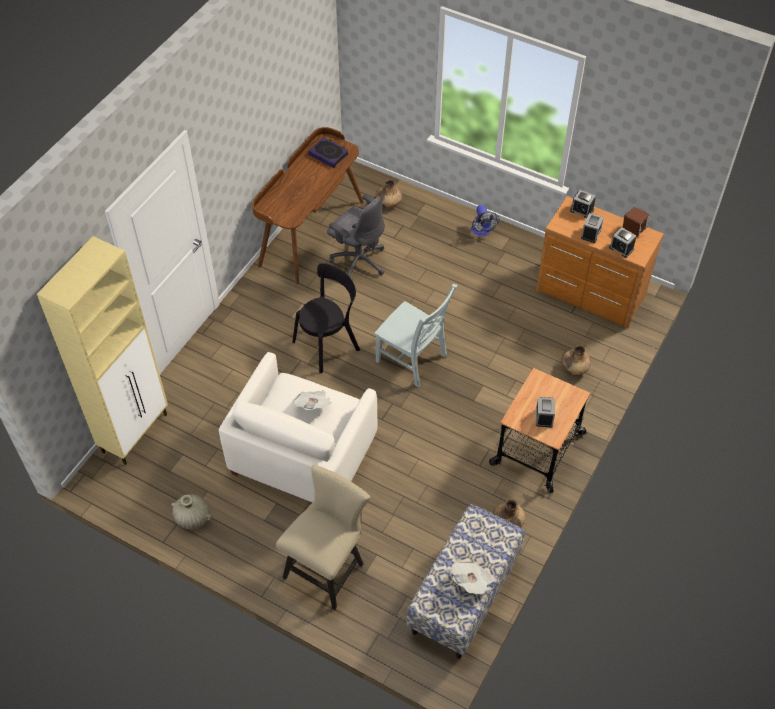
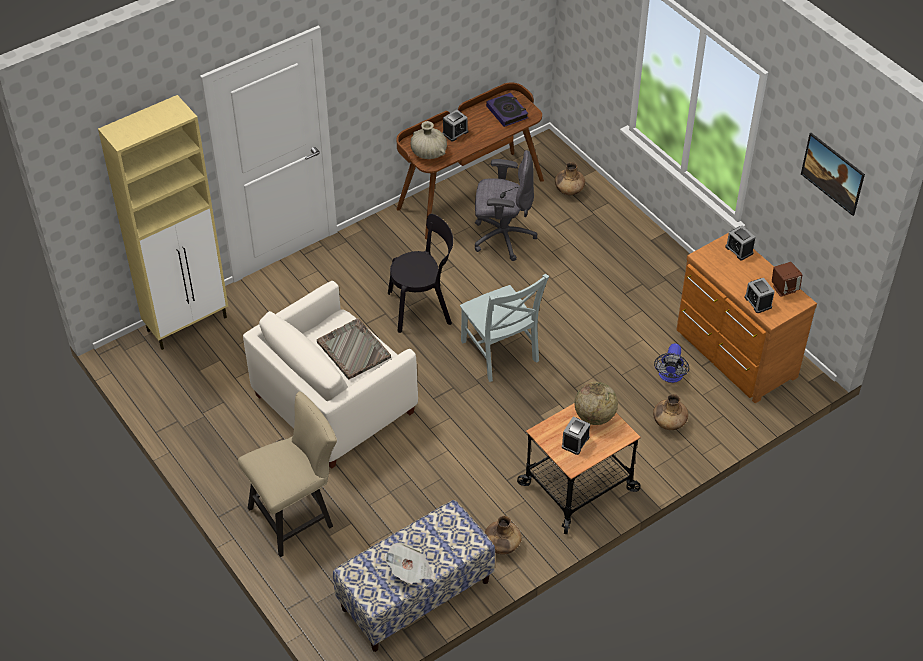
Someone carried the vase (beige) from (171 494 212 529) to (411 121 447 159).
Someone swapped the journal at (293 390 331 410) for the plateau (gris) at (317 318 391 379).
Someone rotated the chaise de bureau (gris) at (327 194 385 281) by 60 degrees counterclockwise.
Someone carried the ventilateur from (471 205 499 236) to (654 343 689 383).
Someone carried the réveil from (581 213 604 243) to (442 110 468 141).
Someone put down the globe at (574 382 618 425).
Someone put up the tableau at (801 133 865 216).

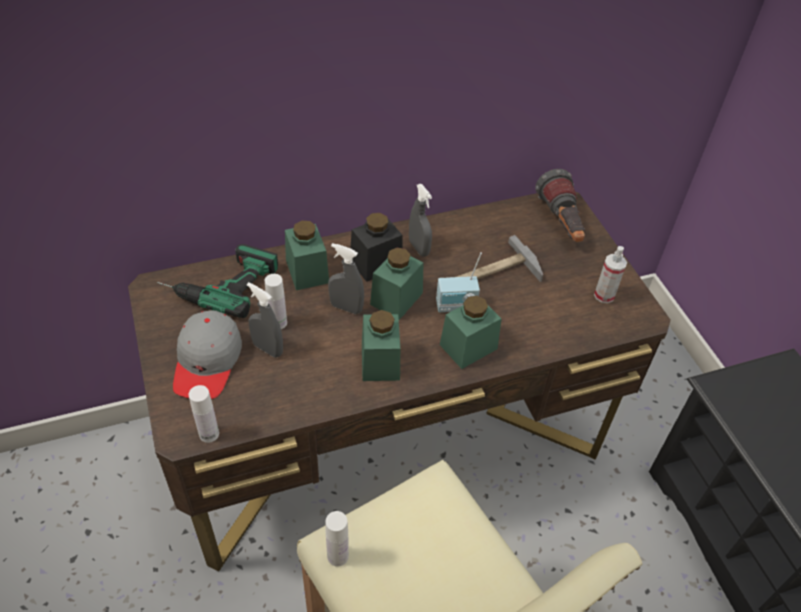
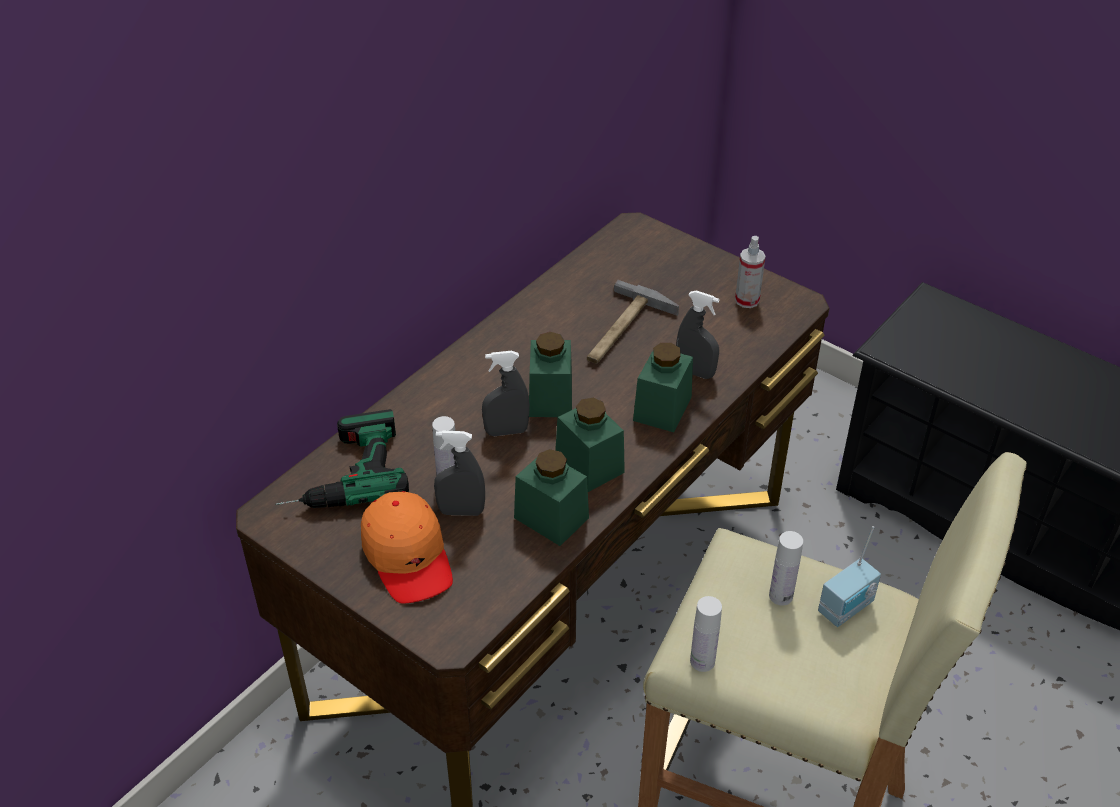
Someone repainted the casquette (gris) at (173 310 242 399), which became the casquette (orange) at (361 491 453 604).
Someone carried the bouteille (blanc) from (189 385 219 443) to (769 531 803 606).
Someone carried the bocal (vert) from (285 221 329 290) to (514 449 589 546).
Someone took away the bocal (noir) at (351 213 403 282).
Someone carried the vaporisateur (gris) from (409 184 432 257) to (676 290 720 379).
Someone carried the radio from (436 252 482 312) to (818 526 881 627).
Someone took away the lampe de poche at (535 169 585 242).

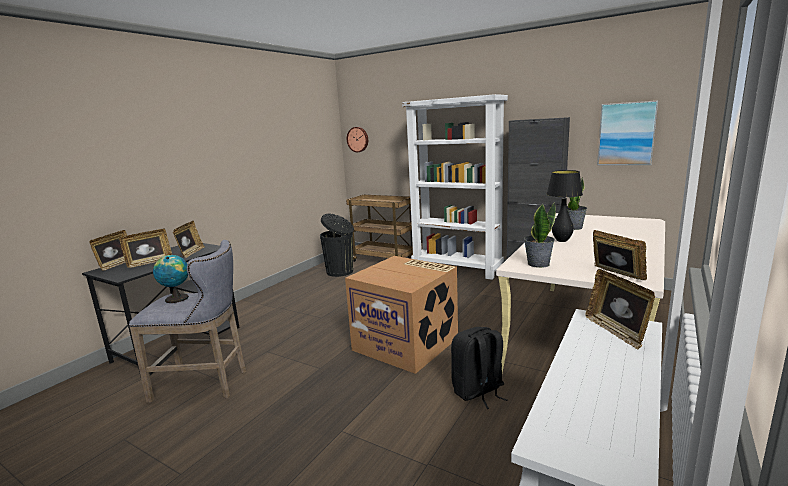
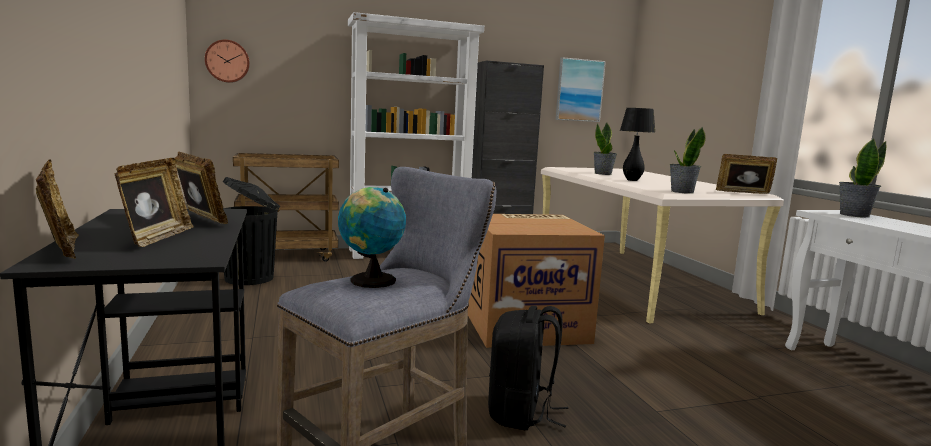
Someone carried the sac à dos (noir) from (451 327 508 409) to (488 306 569 430).
Someone swapped the cadre photo at (585 269 655 350) for the plante en pot at (839 138 887 218).

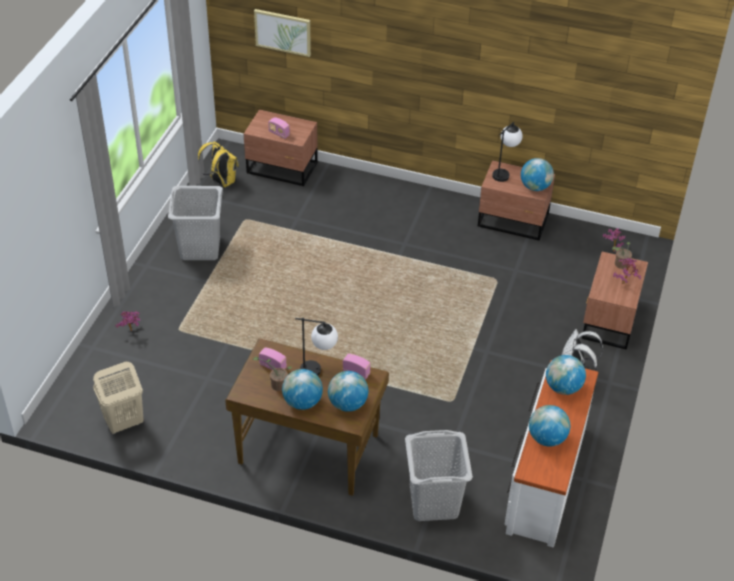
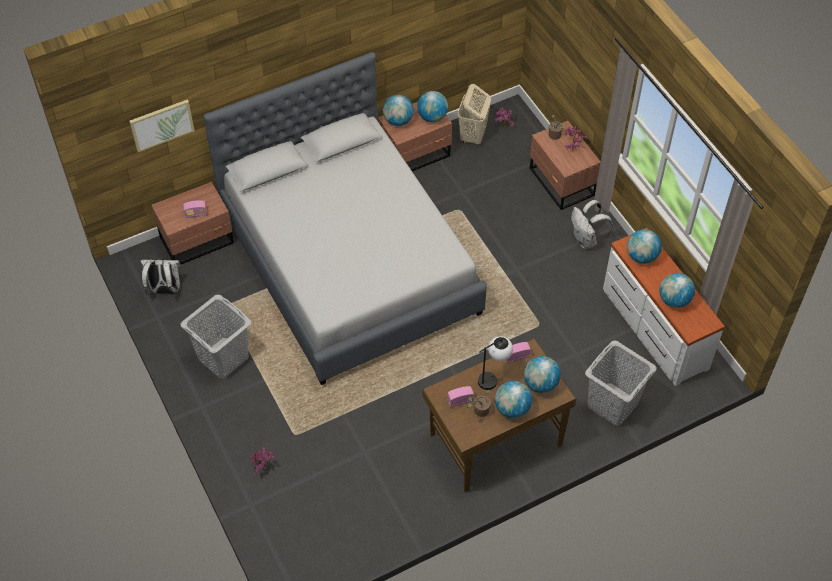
Someone carried the panier à linge (beige) from (93 362 144 434) to (457 84 491 146).
Someone repainted the sac à dos (jaune) at (198 141 239 187), which became the sac à dos (blanc) at (141 259 181 296).
Someone swapped the lampe de table at (492 122 523 182) for the globe at (383 95 414 126).
Someone put down the lit (gris) at (203 52 487 385).

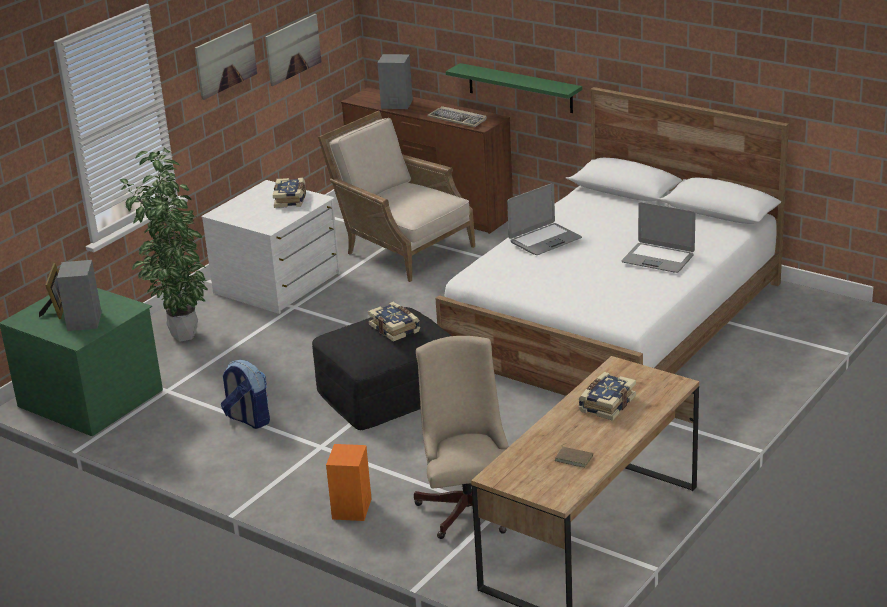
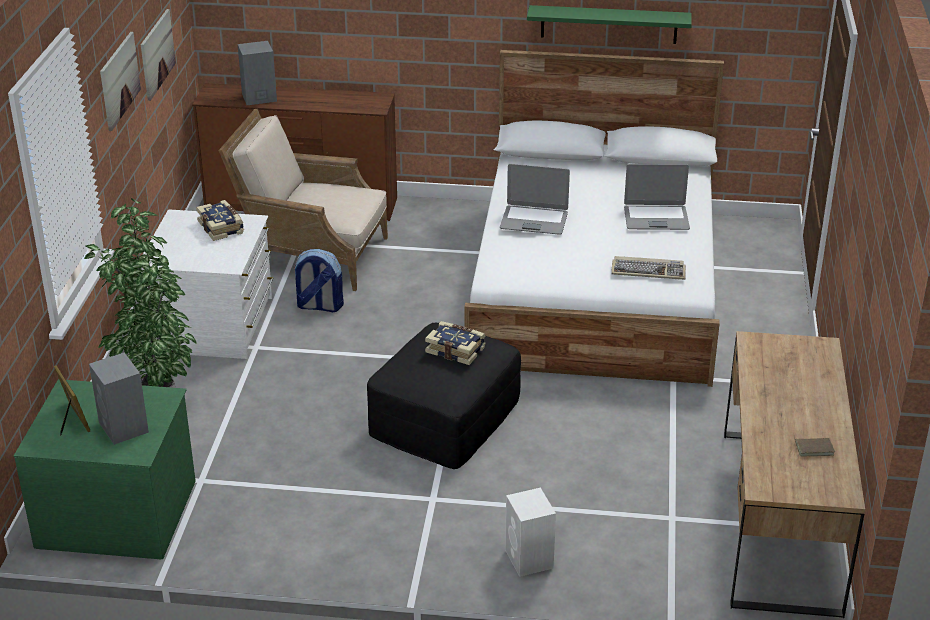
Someone carried the sac à dos from (221 360 270 429) to (293 249 344 312).
Someone repainted the enceinte (orange) at (326 444 372 521), which became the enceinte (blanc) at (505 488 556 577).
Someone took away the chaise de bureau (beige) at (414 336 509 539).
Someone carried the clavier from (427 106 487 127) to (611 256 686 280).
Someone carried the étagère (vert) from (446 63 582 113) to (527 5 692 44).
Someone rotated the ordinateur portable at (507 183 582 255) by 75 degrees clockwise.
Someone took away the livre at (578 372 636 421).

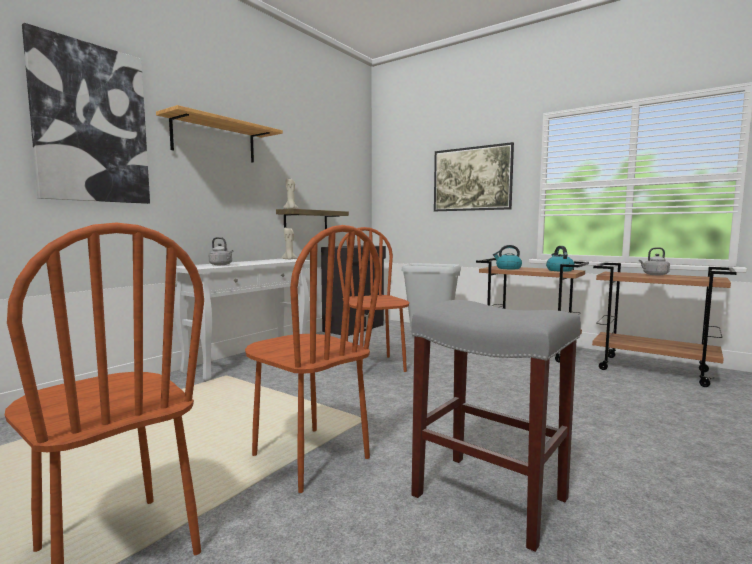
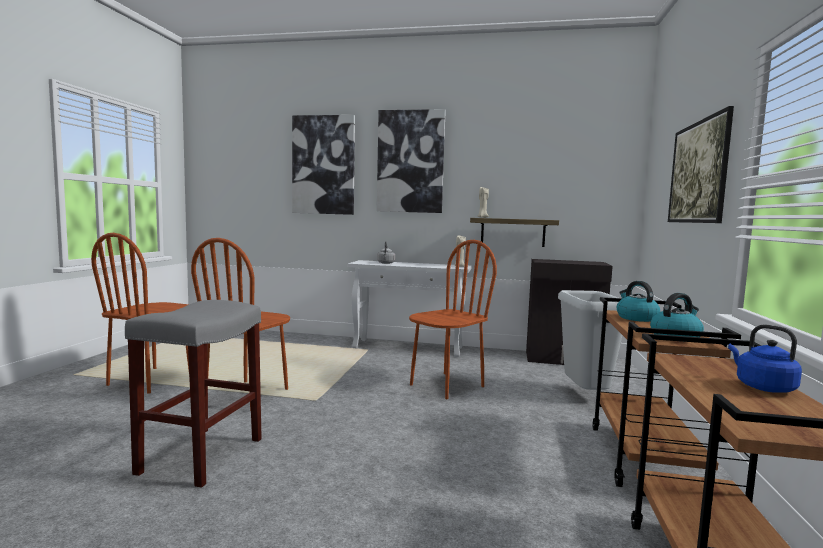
Someone swapped the étagère at (156 105 283 163) for the tableau at (377 109 446 213).
Someone repainted the bouilloire (gris) at (639 247 670 275), which became the bouilloire (bleu) at (728 324 802 393).

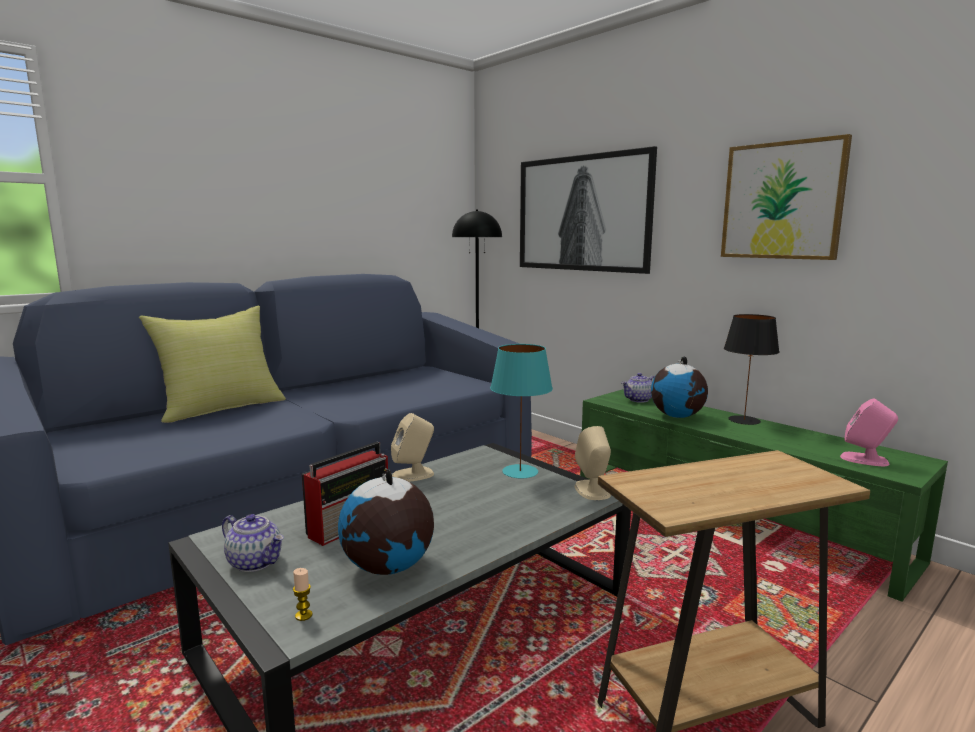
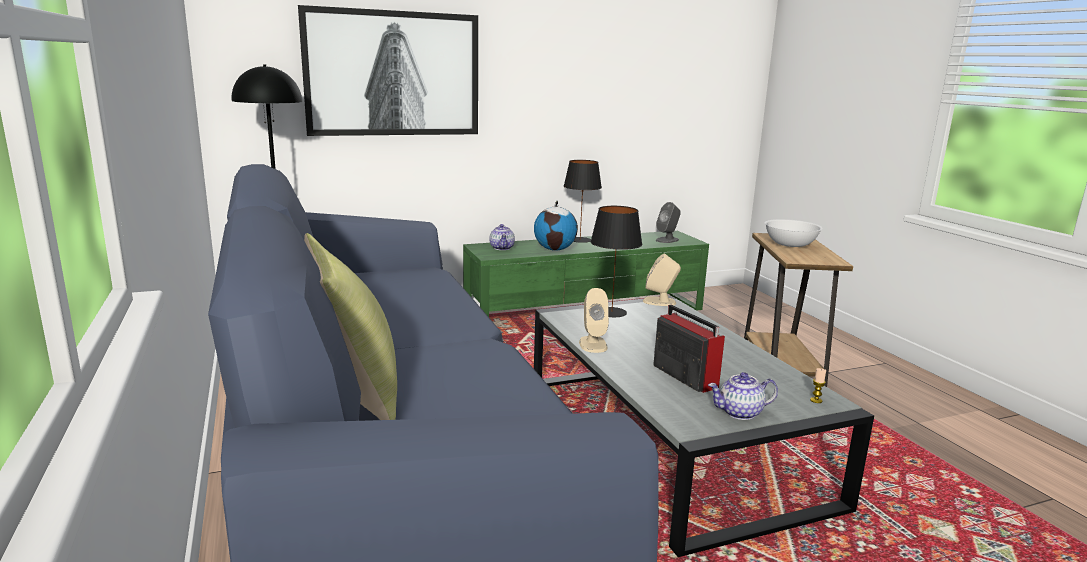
Someone rotated the théière at (222 514 284 572) by 150 degrees counterclockwise.
Someone took away the globe at (338 468 434 575).
Someone repainted the lampe de table (turquoise) at (490 344 553 479), which became the lampe de table (noir) at (590 206 642 317).
Someone took away the tableau at (721 134 852 260).
Someone repainted the enceinte (rose) at (840 398 898 466), which became the enceinte (gris) at (656 202 681 243).
Someone put down the bol (blanc) at (765 219 823 247).

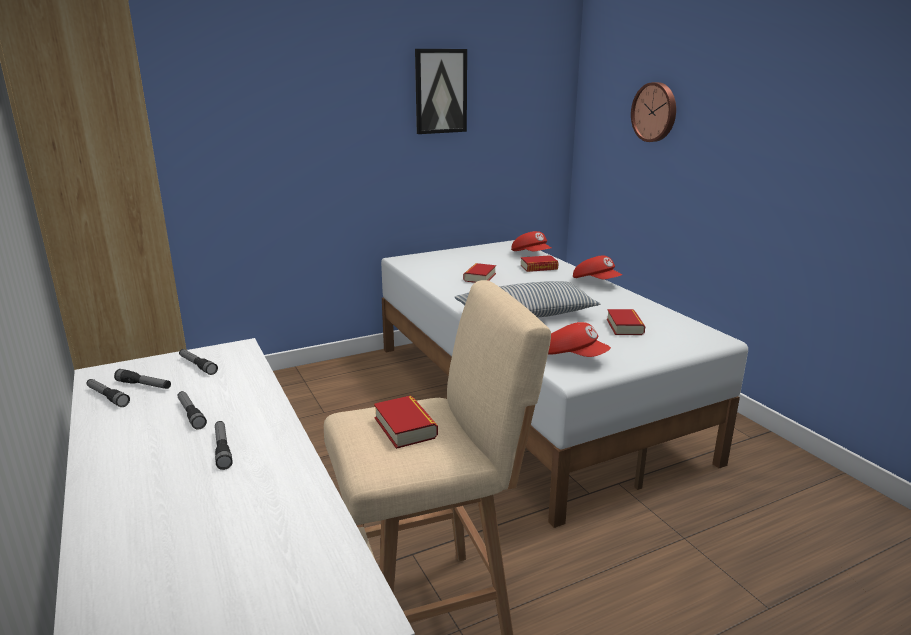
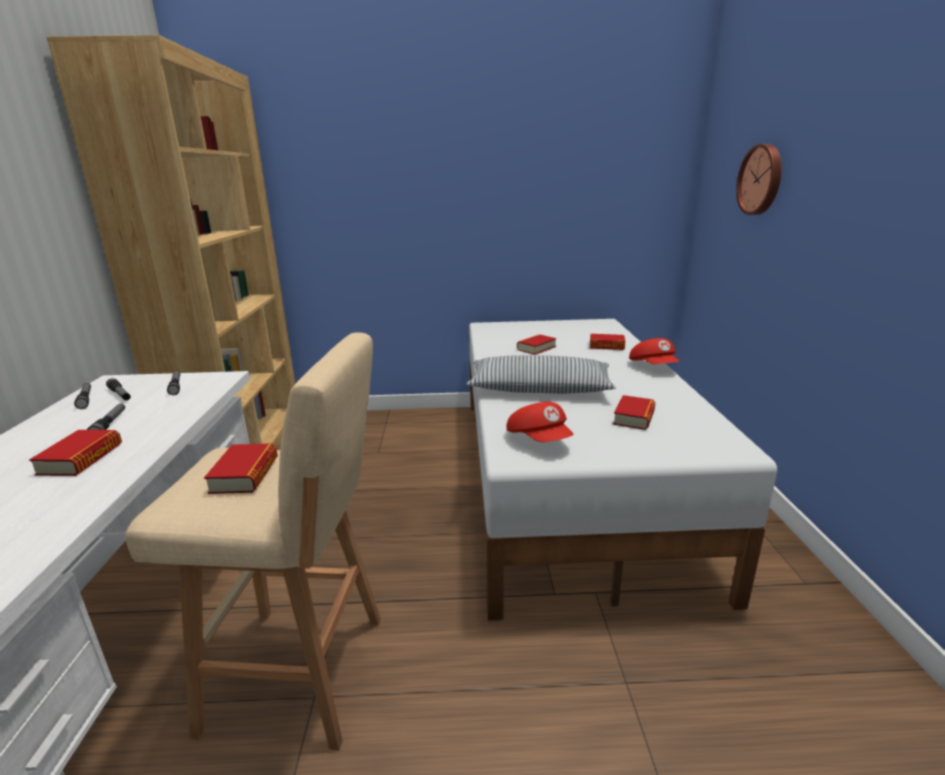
Someone swapped the lampe de poche at (215 421 233 470) for the livre at (29 430 122 476).
Someone took away the tableau at (415 49 467 134).
Someone took away the casquette (rouge) at (511 231 551 252).

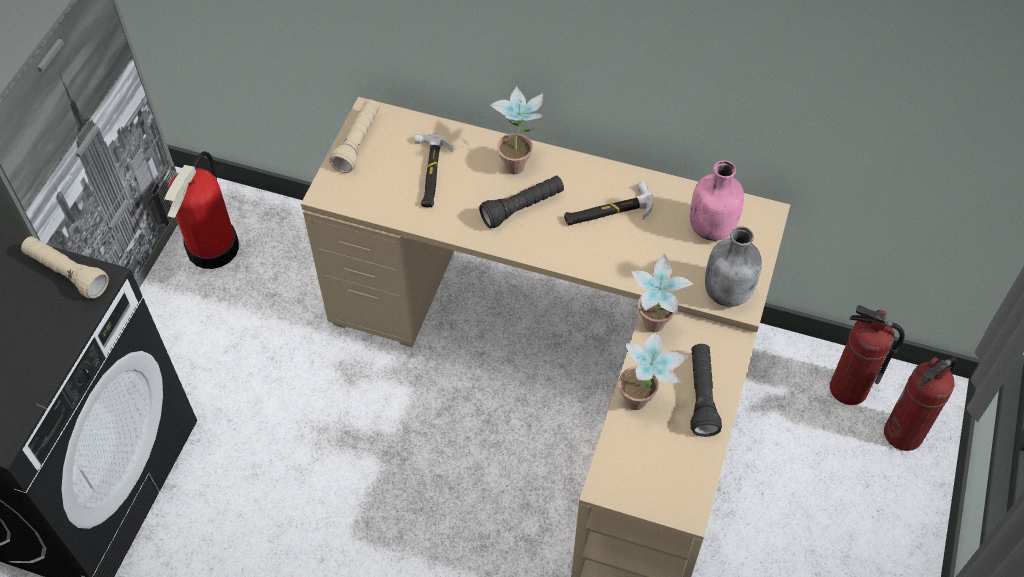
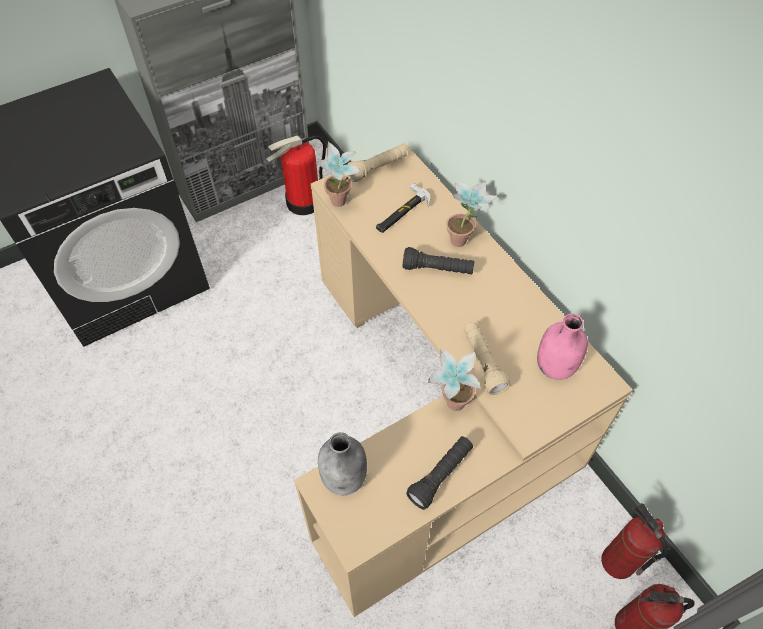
Someone carried the lampe de poche (beige) from (21 236 109 299) to (464 322 510 395).
Someone took away the marteau at (564 181 654 225).
Someone carried the plante en pot from (619 333 689 410) to (316 142 360 207).
Someone carried the bouteille (gris) from (705 226 762 307) to (318 432 367 495).

